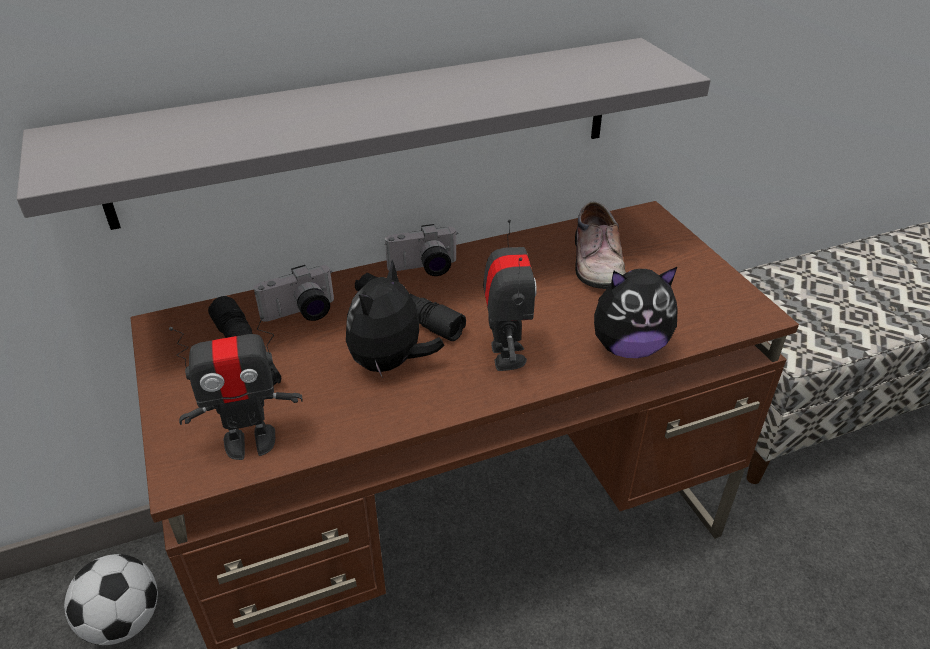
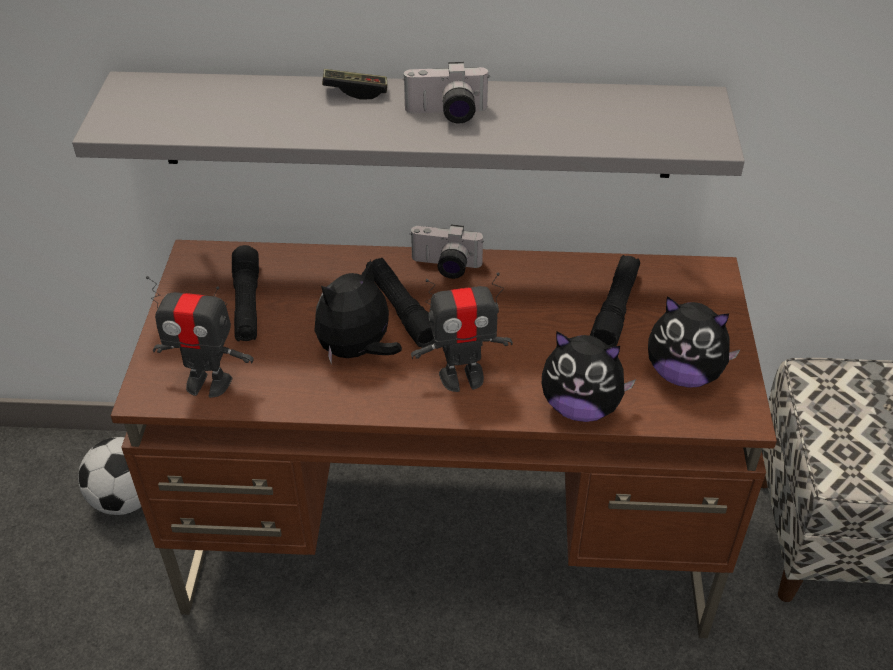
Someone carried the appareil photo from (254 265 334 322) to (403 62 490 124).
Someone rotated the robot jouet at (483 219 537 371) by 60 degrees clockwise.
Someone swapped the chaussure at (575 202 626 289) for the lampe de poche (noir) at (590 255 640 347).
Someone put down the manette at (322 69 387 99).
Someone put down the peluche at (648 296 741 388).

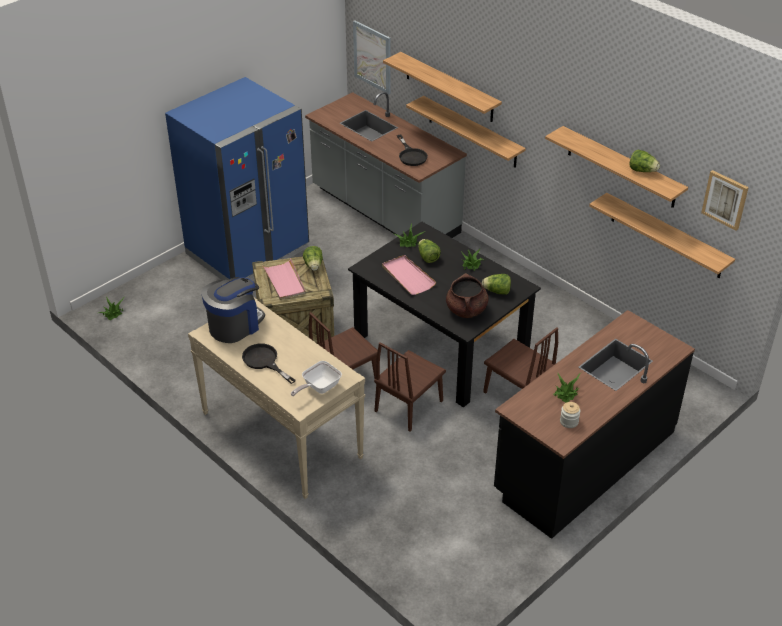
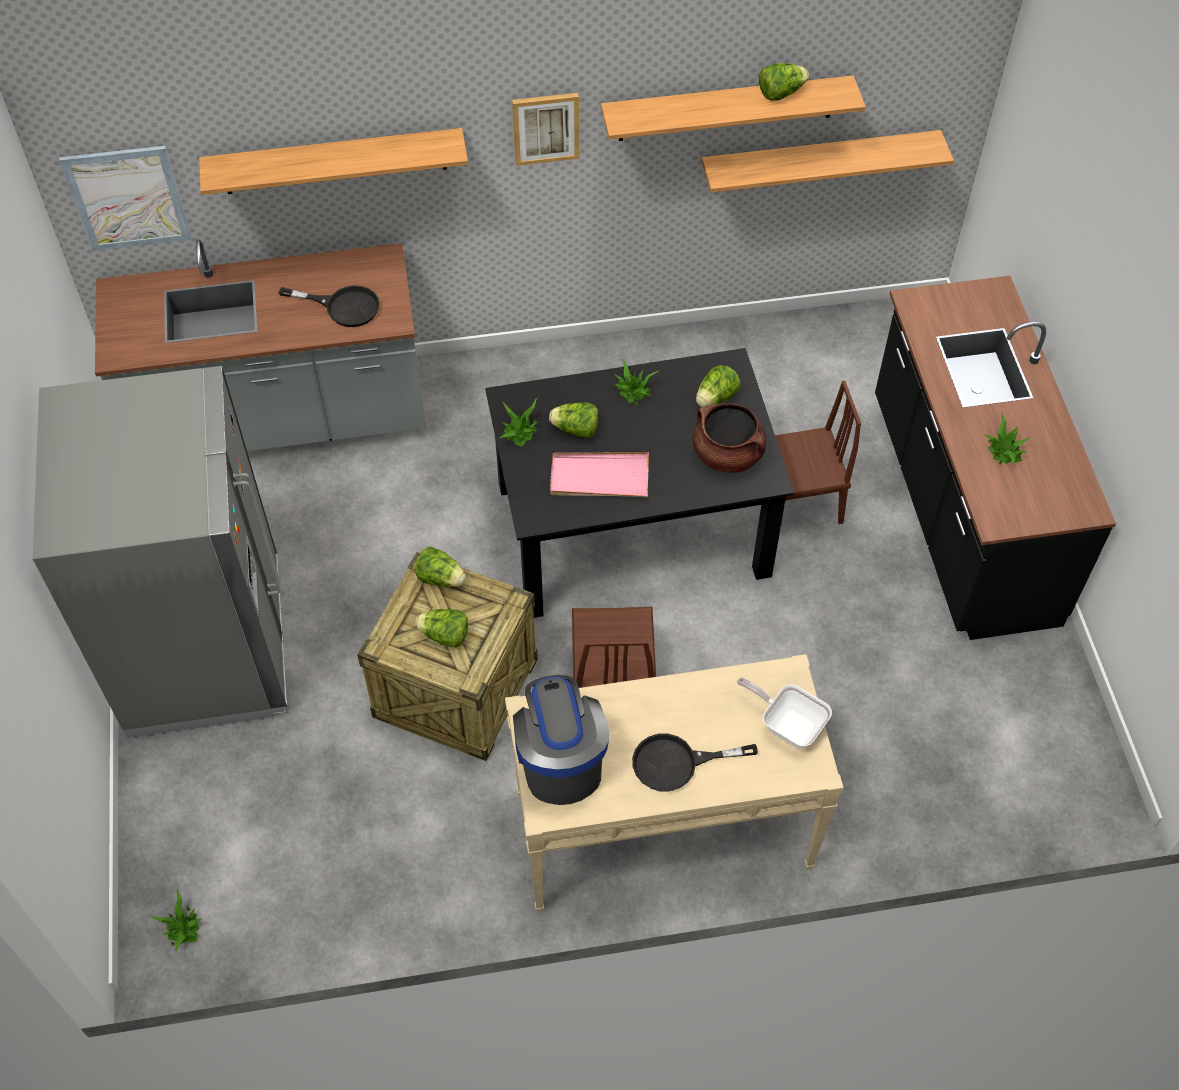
Someone repainted the réfrigérateur (bleu) at (165 77 309 280), which became the réfrigérateur (gris) at (33 366 287 738).
Someone swapped the plateau (rose) at (262 259 306 300) for the laitue at (415 609 468 648).
Someone rotated the poêle at (291 361 342 396) by 135 degrees clockwise.
Someone took away the chaise (marron) at (374 342 446 432).
Someone took away the étagère at (406 96 526 168).
Someone took away the bocal at (560 402 580 428).
Someone carried the tableau from (701 170 749 231) to (512 93 579 166).

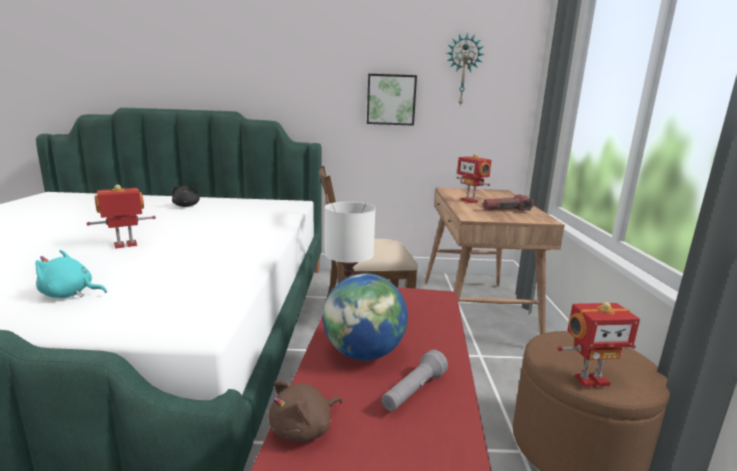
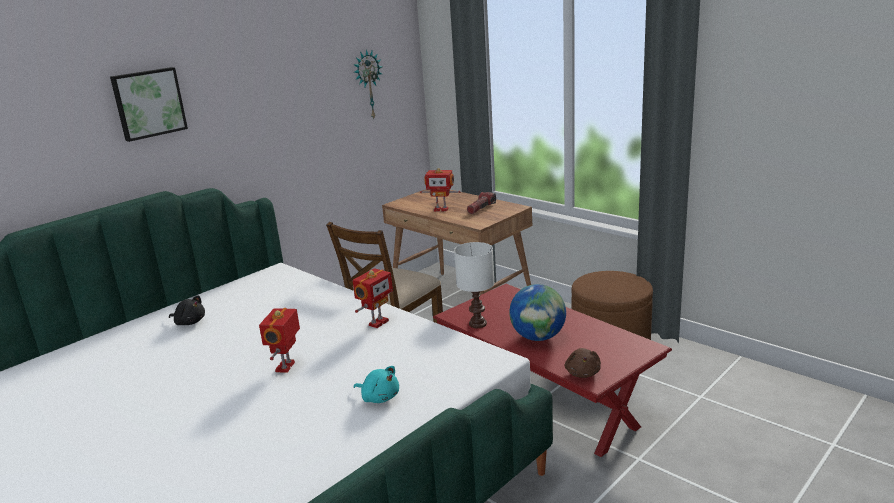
Someone rotated the peluche (turquoise) at (35 250 107 298) by 105 degrees counterclockwise.
Someone carried the tableau from (367 74 417 126) to (110 67 188 142).
Someone took away the lampe de poche (gris) at (381 350 448 411).
Someone carried the robot jouet from (557 302 640 387) to (353 268 393 328).

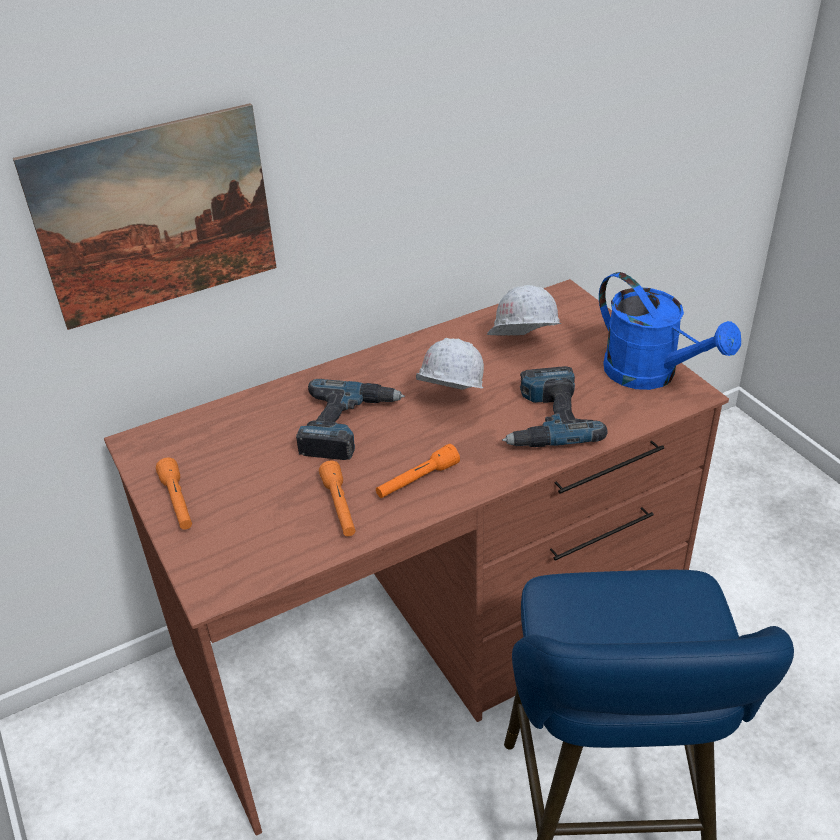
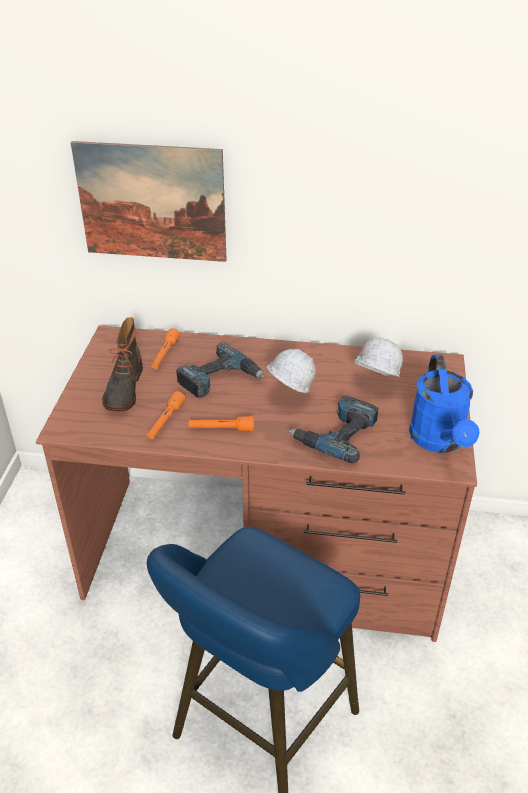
Someone carried the lampe de poche (orange) from (156 457 192 530) to (151 328 180 369).
Someone put down the botte at (102 317 143 412).

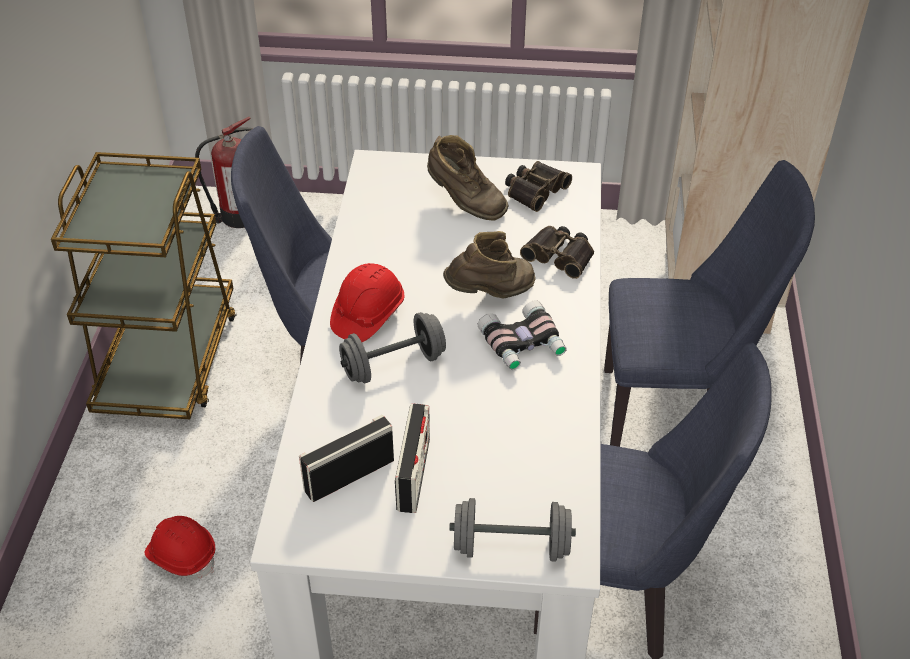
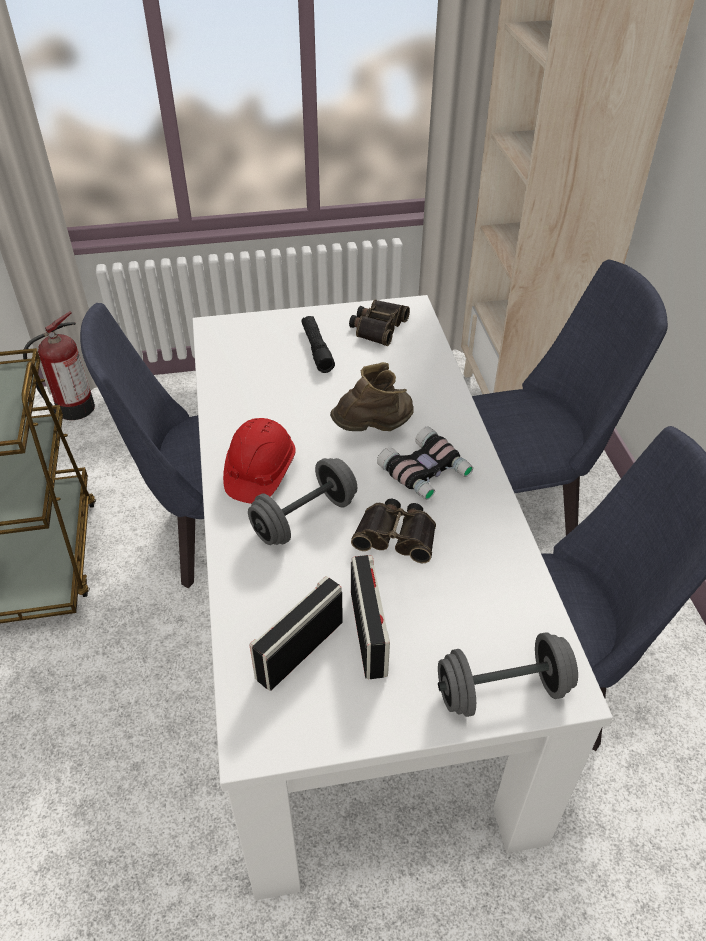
Someone took away the casque de chantier (rouge) at (144 516 215 579).
Someone swapped the botte (marron) at (427 135 508 221) for the lampe de poche (noir) at (302 316 335 373).
Someone carried the jumelles from (520 226 594 279) to (351 499 436 563).

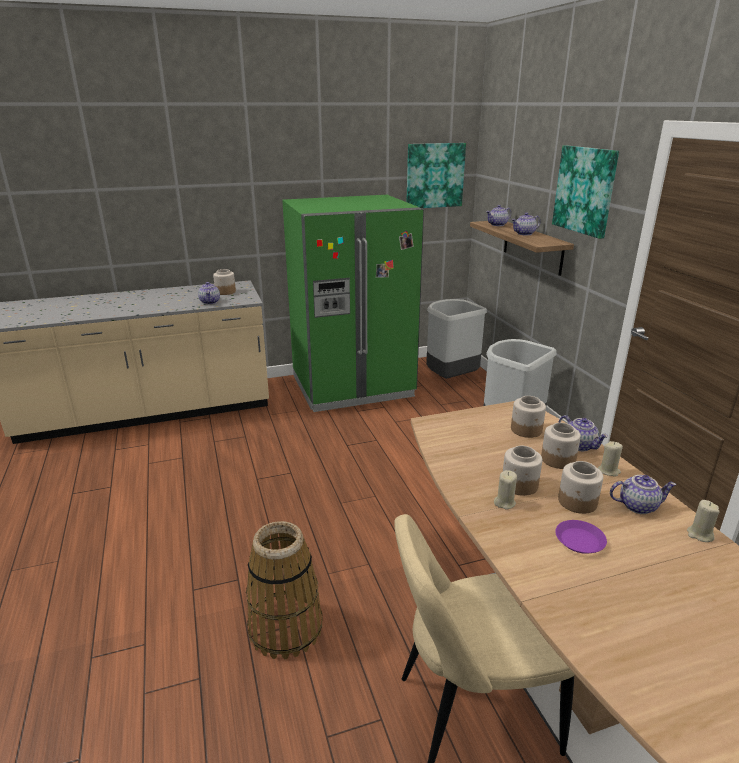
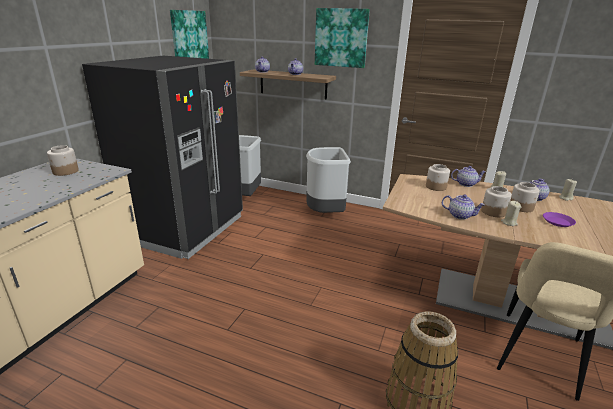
Someone carried the théière from (198 282 220 304) to (442 194 485 220).
Someone repainted the réfrigérateur (vert) at (282 195 424 412), which became the réfrigérateur (noir) at (82 56 243 259).
Someone took away the bocal at (541 423 581 469).

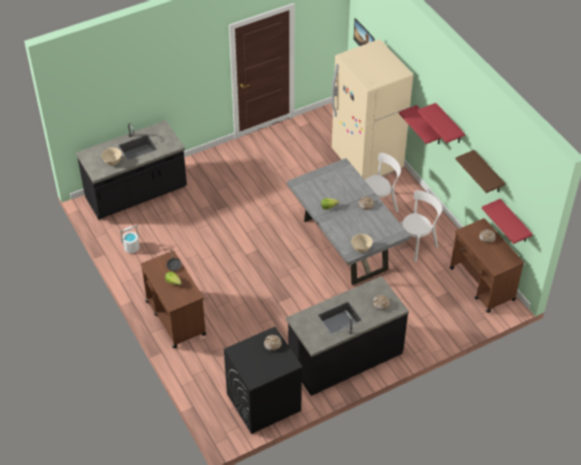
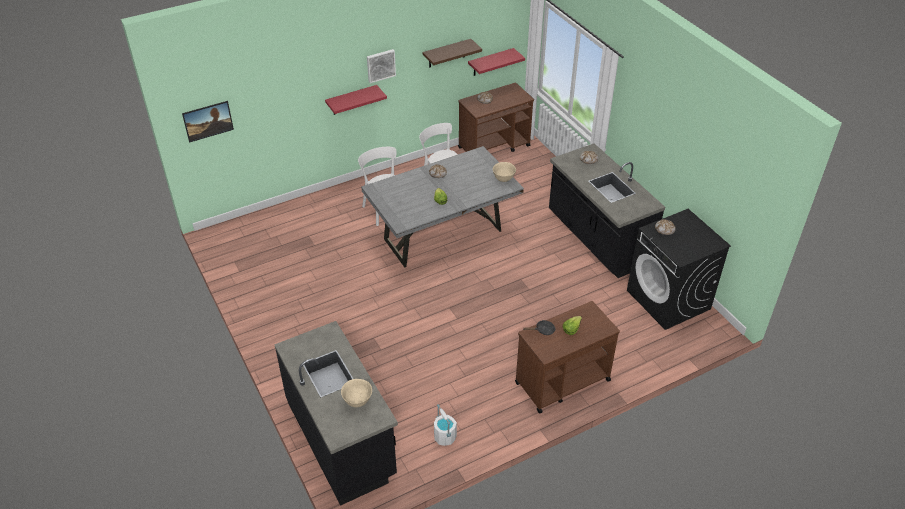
Someone took away the réfrigérateur (beige) at (332 39 413 180).
Someone swapped the étagère (rouge) at (418 103 465 143) for the tableau at (367 49 396 83).

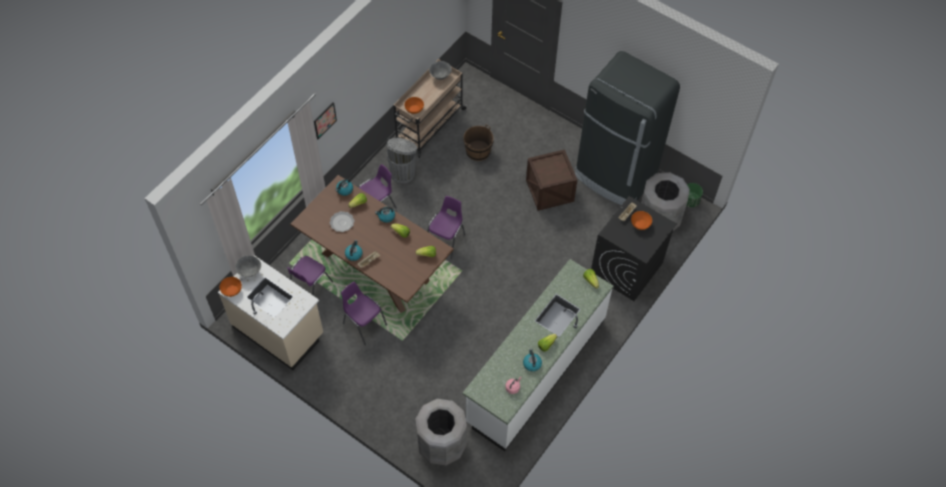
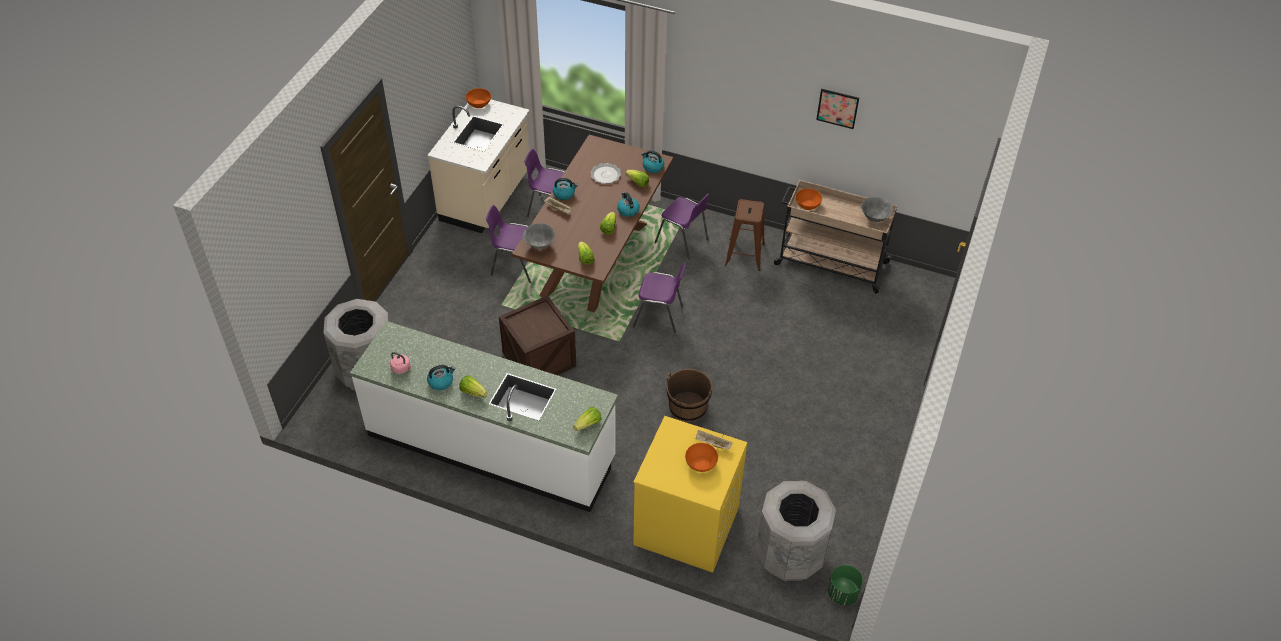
Someone carried the bol (gris) from (235 255 261 277) to (523 223 555 249).
Someone carried the tableau from (314 102 337 139) to (816 89 859 129).
Someone rotated the chaise (violet) at (341 282 387 345) by 105 degrees counterclockwise.
Someone swapped the poubelle (gris) at (387 138 417 184) for the tabouret (marron) at (725 199 765 271).
Someone carried the seau (marron) from (464 125 494 161) to (667 369 713 422).
Someone carried the caisse from (526 149 577 211) to (499 295 576 375).
Someone took away the réfrigérateur (noir) at (575 51 680 205).
Someone repainted the lave-linge (noir) at (591 196 677 301), which became the lave-linge (jaune) at (633 416 747 573).

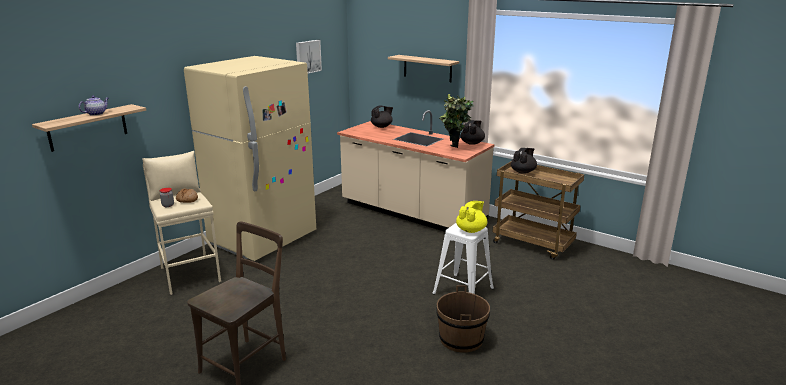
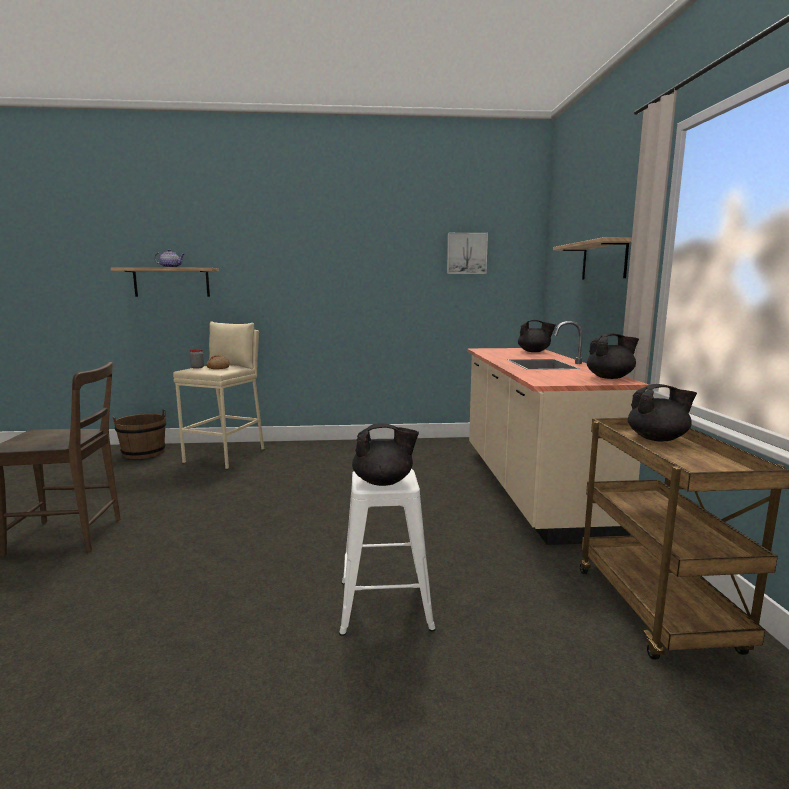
Someone took away the réfrigérateur (beige) at (184 56 316 261).
Someone carried the seau (marron) from (436 285 490 353) to (112 409 166 459).
Someone took away the plante en pot at (439 94 474 148).
Someone repainted the théière (jaune) at (456 201 487 233), which became the théière (noir) at (352 423 419 486).

